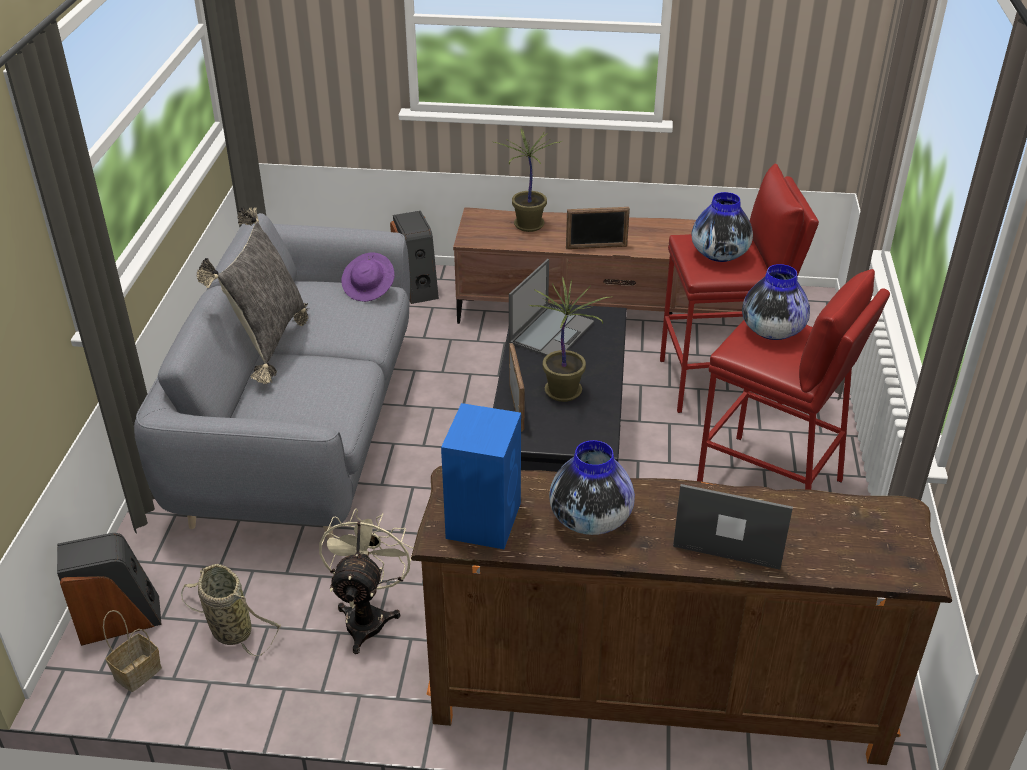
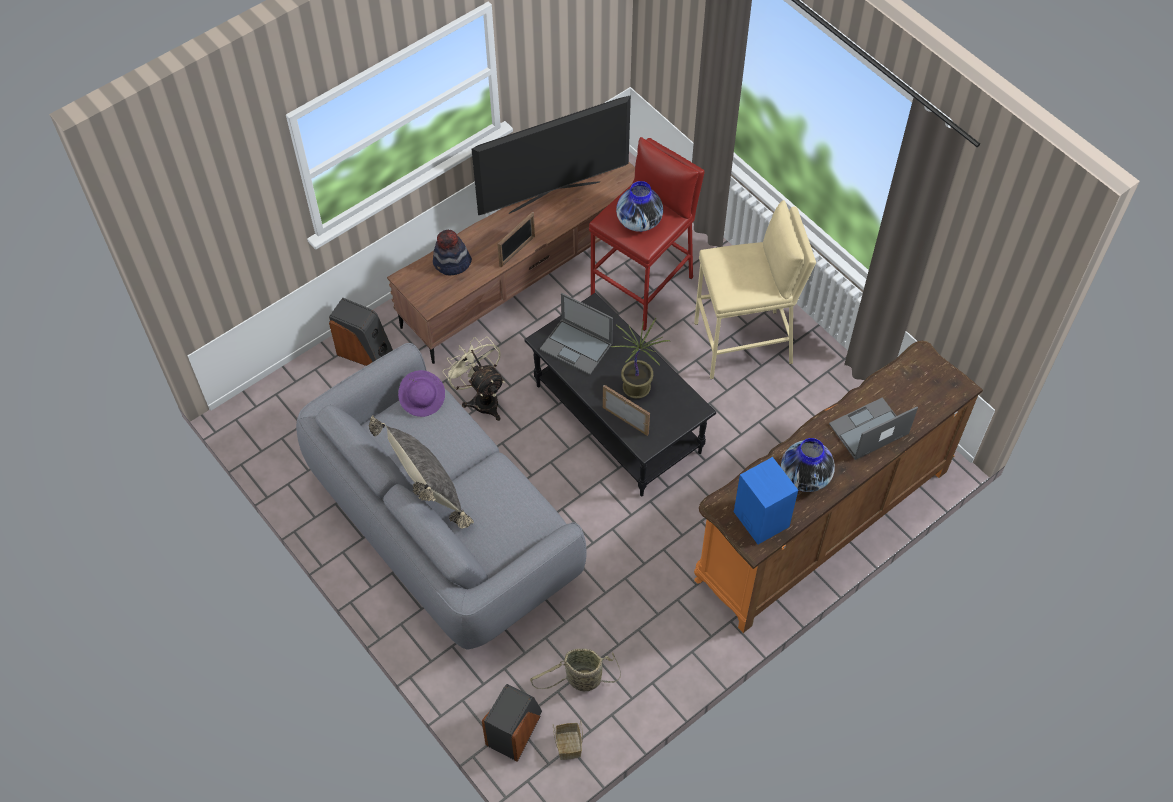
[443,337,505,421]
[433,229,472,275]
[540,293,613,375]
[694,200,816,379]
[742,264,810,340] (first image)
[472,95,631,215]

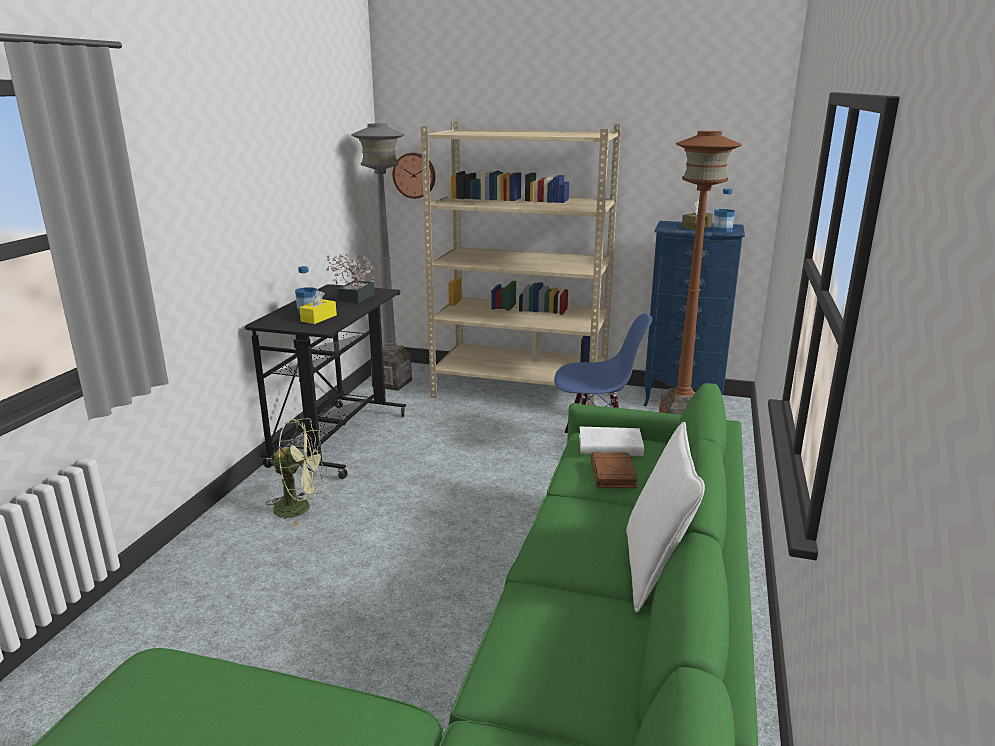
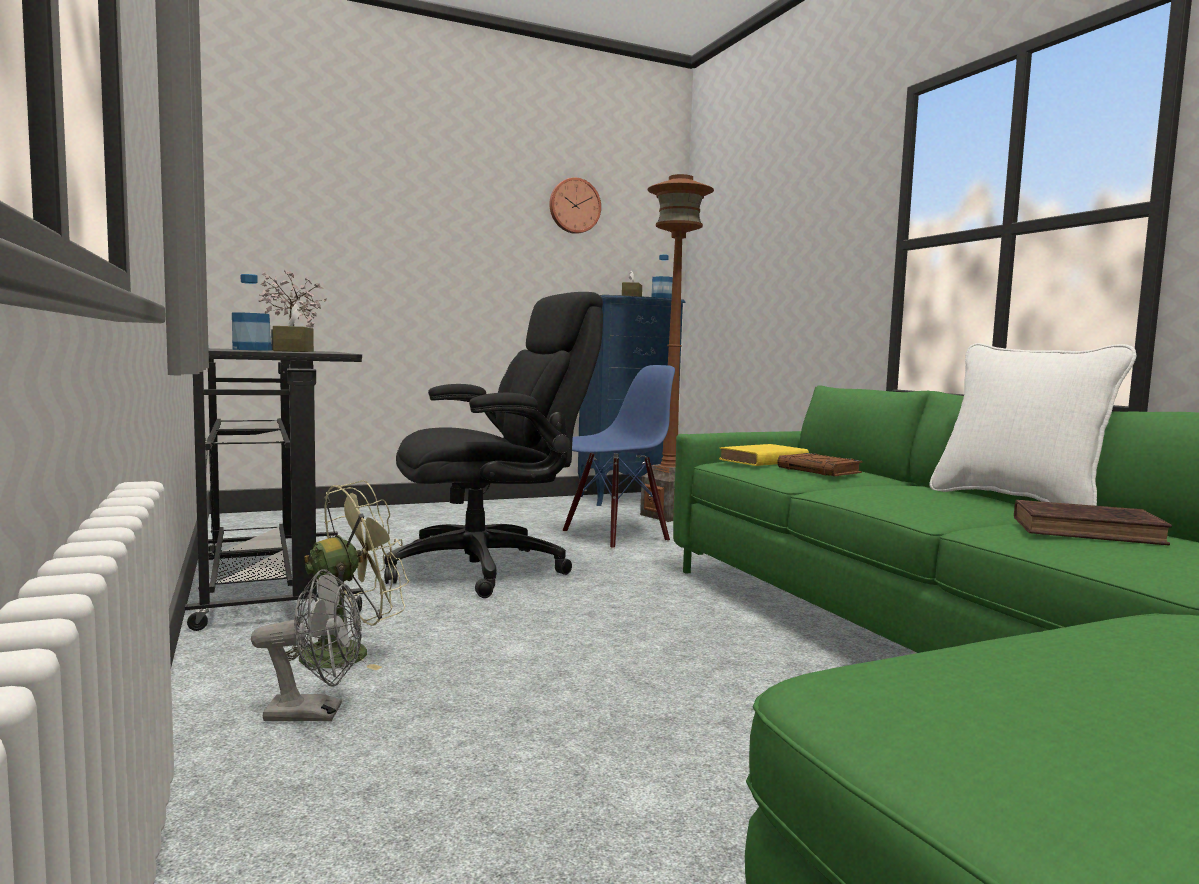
[273,303,314,352]
[351,123,412,391] (first image)
[549,177,601,234]
[421,122,621,406] (first image)
[719,444,809,466]
[251,569,362,721]
[384,292,603,598]
[1014,500,1172,545]

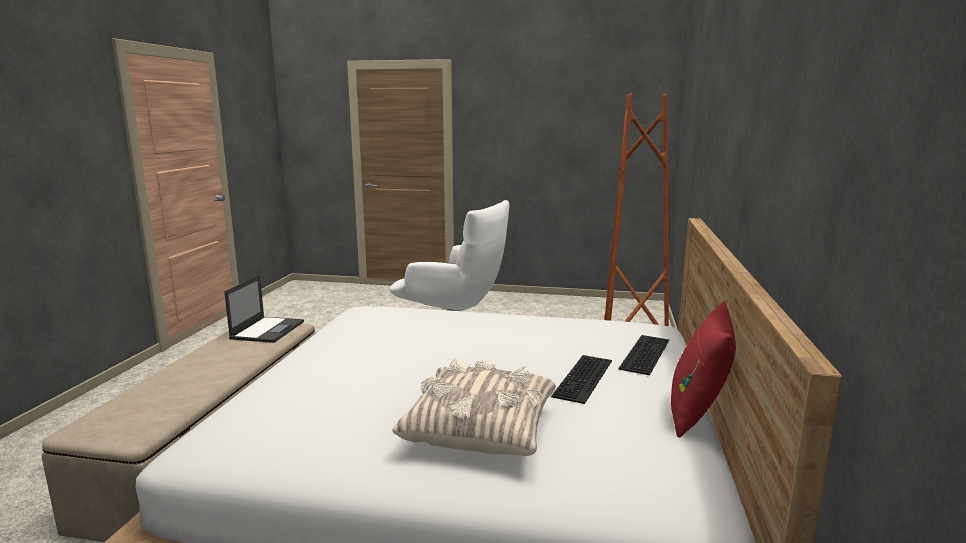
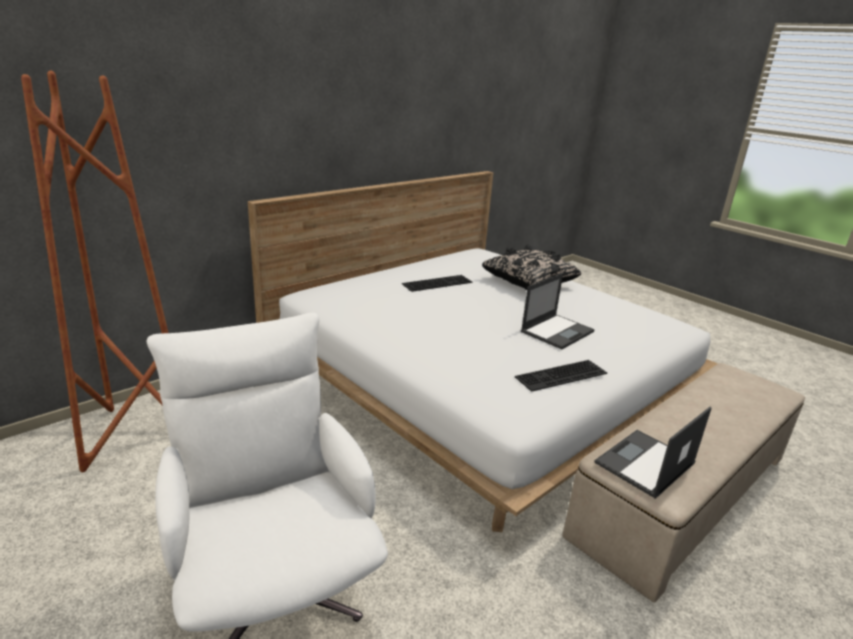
[482,243,581,290]
[515,360,607,392]
[671,300,736,438] (first image)
[521,273,595,349]

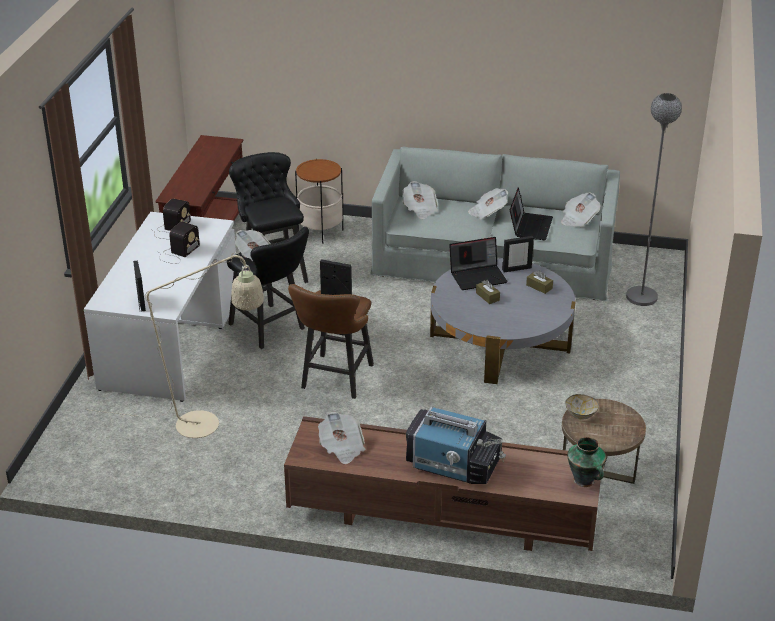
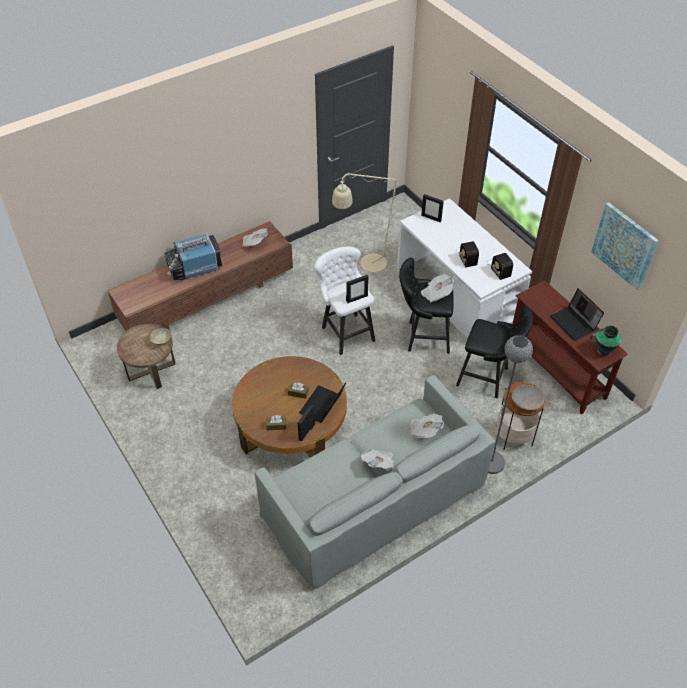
[314,247,375,355]
[232,356,347,458]
[550,288,604,341]
[561,193,601,227] (first image)
[590,325,622,356]
[488,335,533,474]
[512,385,544,411]
[591,202,659,290]

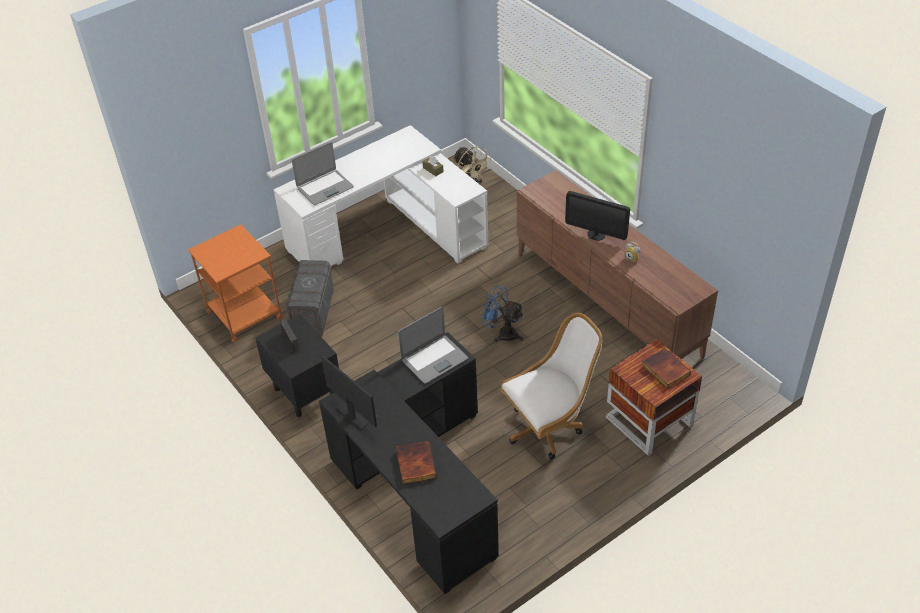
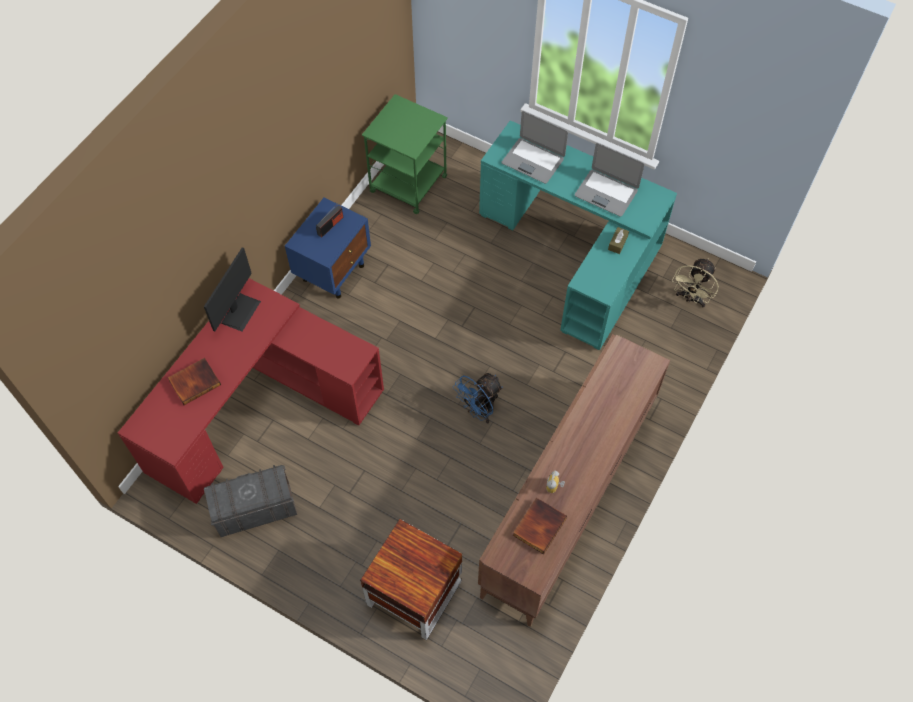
[362,94,448,214]
[285,198,371,299]
[479,120,677,350]
[204,465,297,537]
[118,278,384,504]
[575,143,645,217]
[453,373,503,423]
[501,313,602,459] (first image)
[565,191,630,241] (first image)
[513,498,567,554]

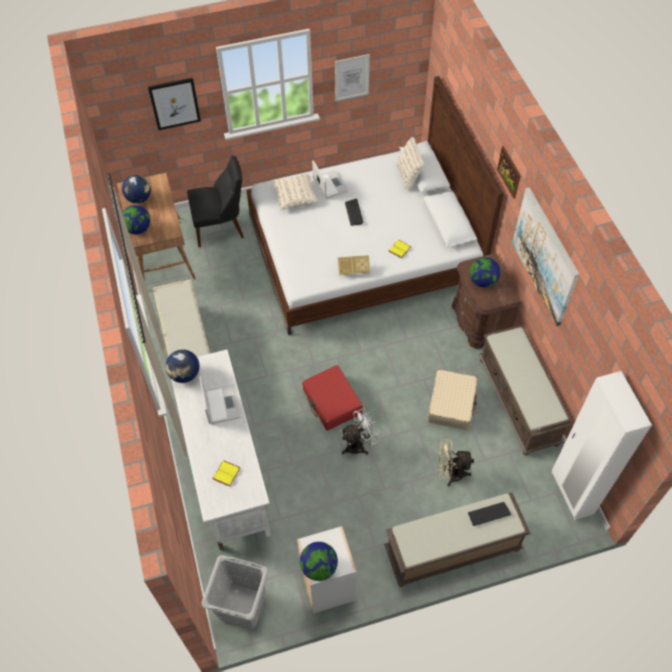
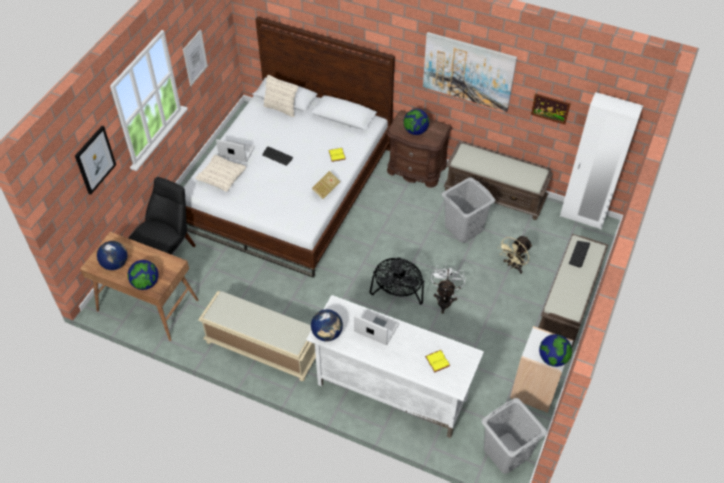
[370,257,425,305]
[442,177,496,243]
[531,93,571,125]

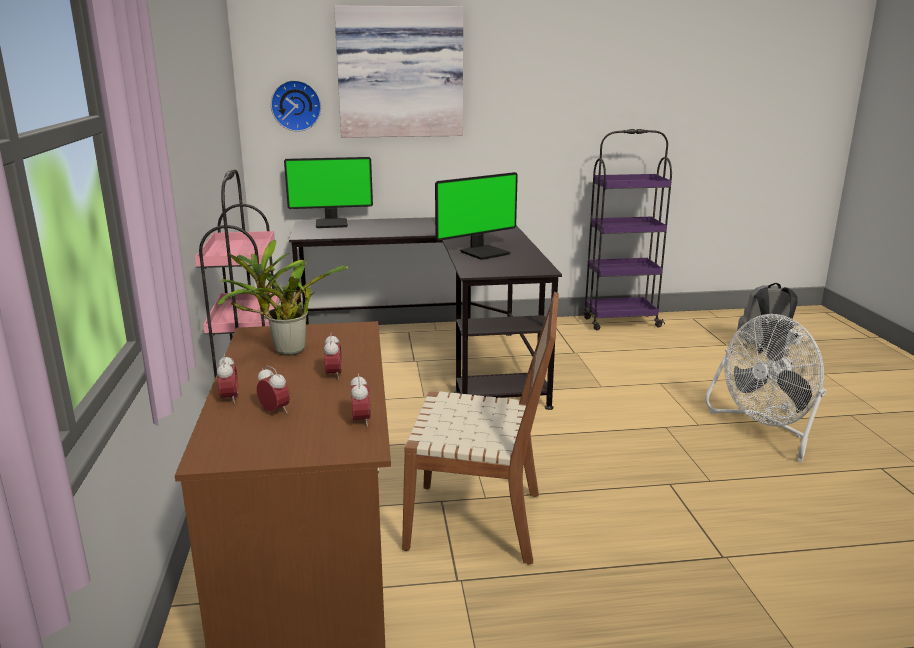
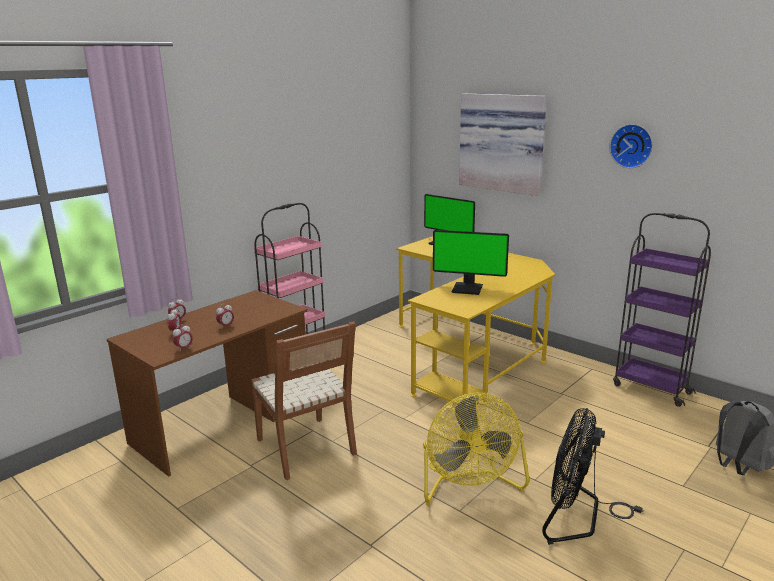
[218,239,348,356] (first image)
[609,124,653,168]
[396,236,555,405]
[542,408,644,545]
[423,393,529,506]

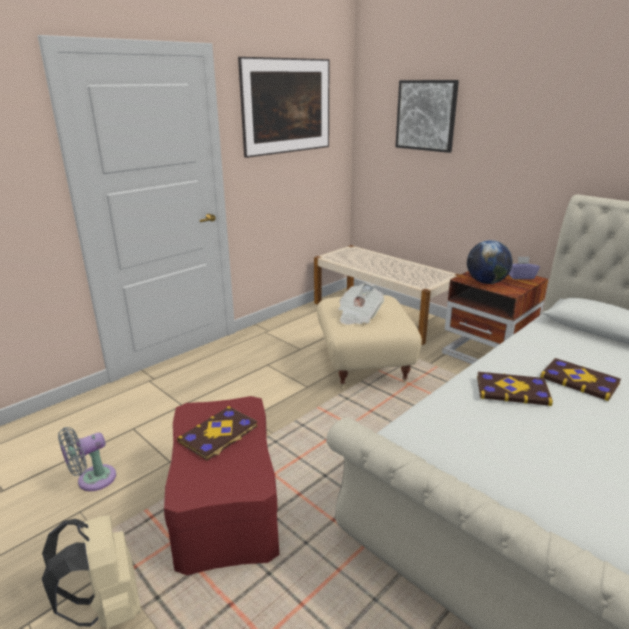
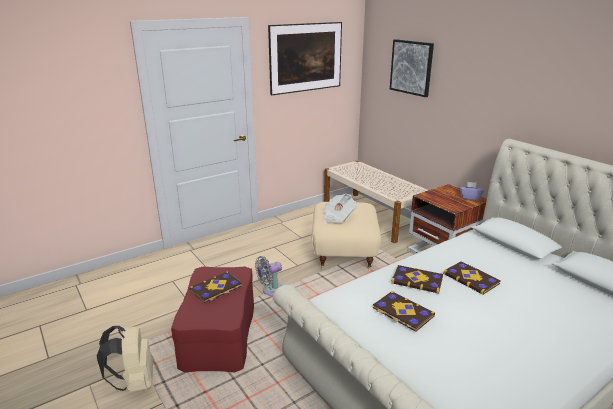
[255,256,283,296]
[467,240,513,284] (first image)
[373,291,435,332]

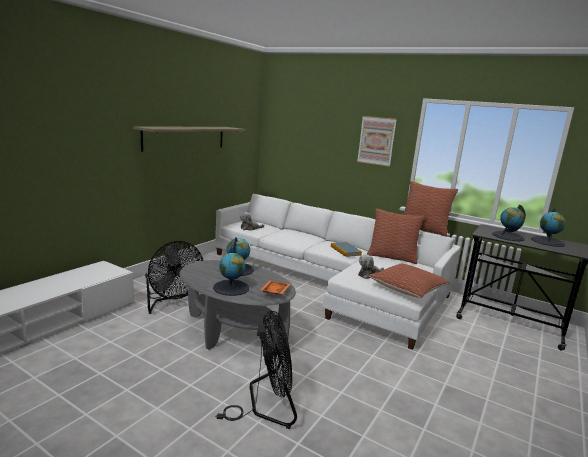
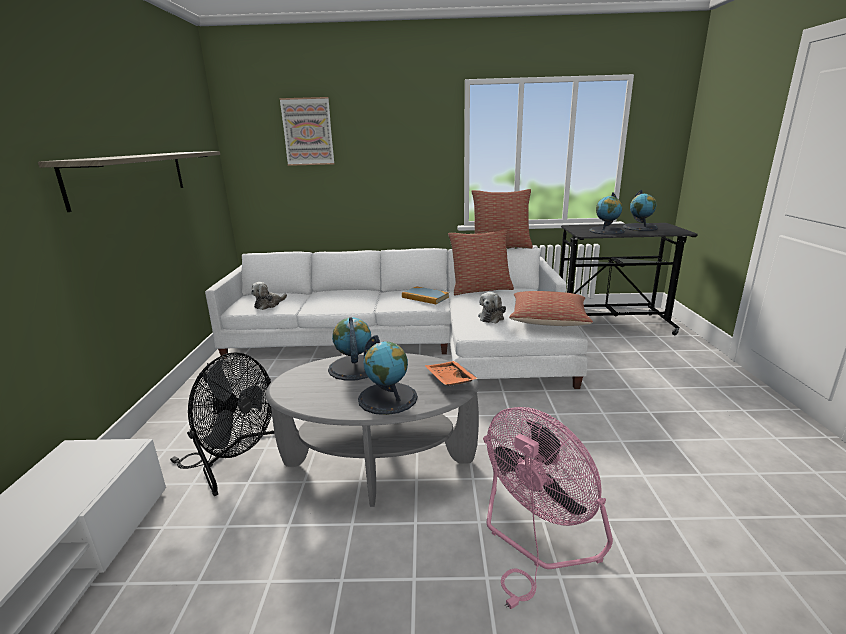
[483,407,613,609]
[279,97,334,166]

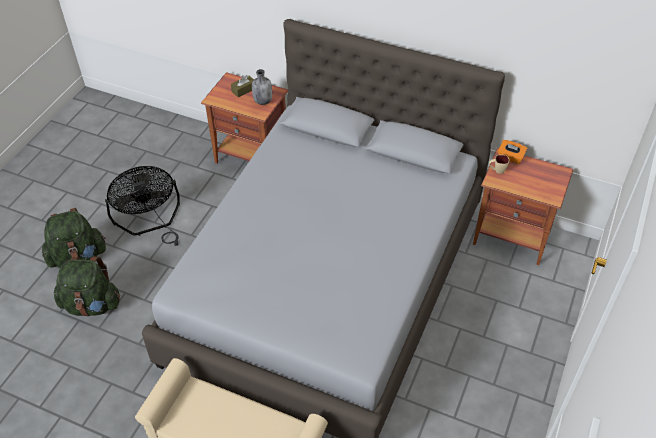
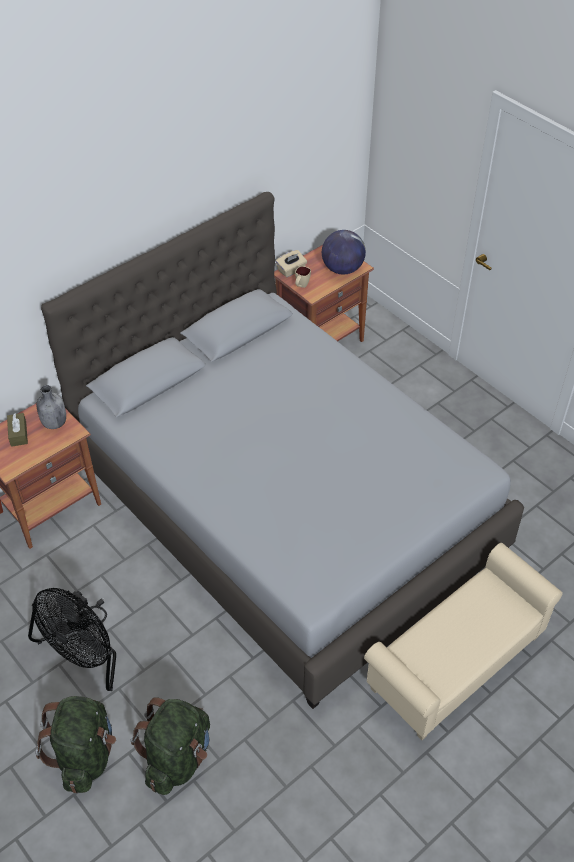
[28,588,116,691]
[276,250,307,277]
[322,230,366,274]

